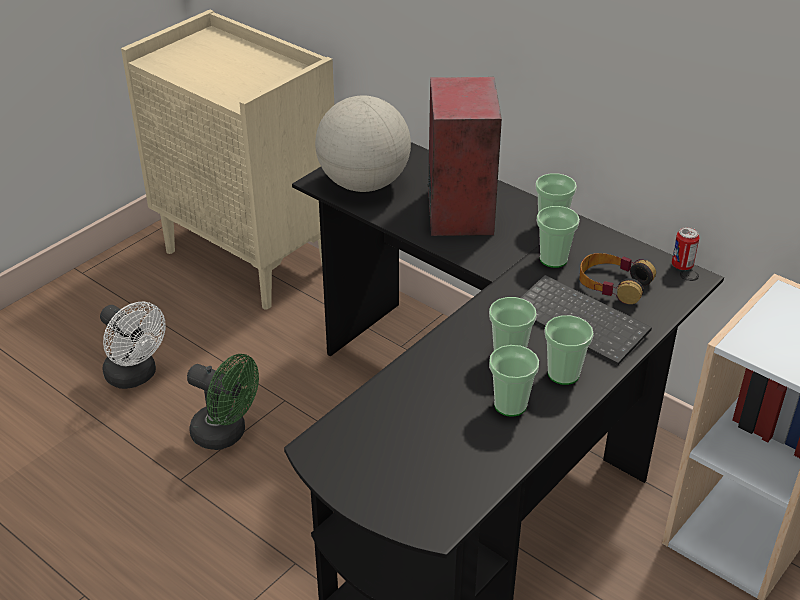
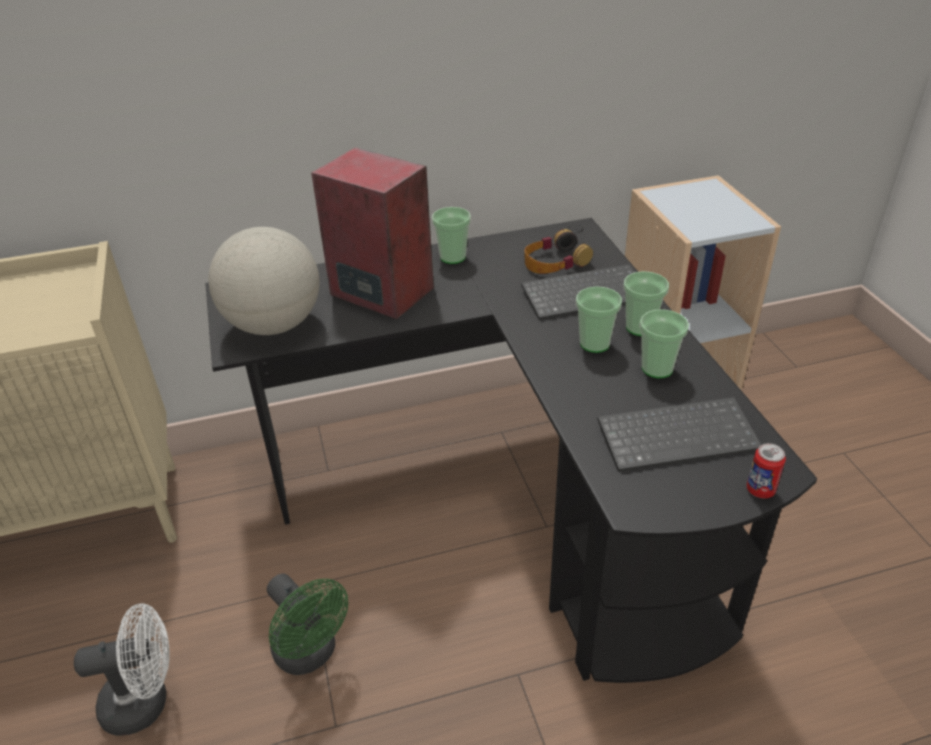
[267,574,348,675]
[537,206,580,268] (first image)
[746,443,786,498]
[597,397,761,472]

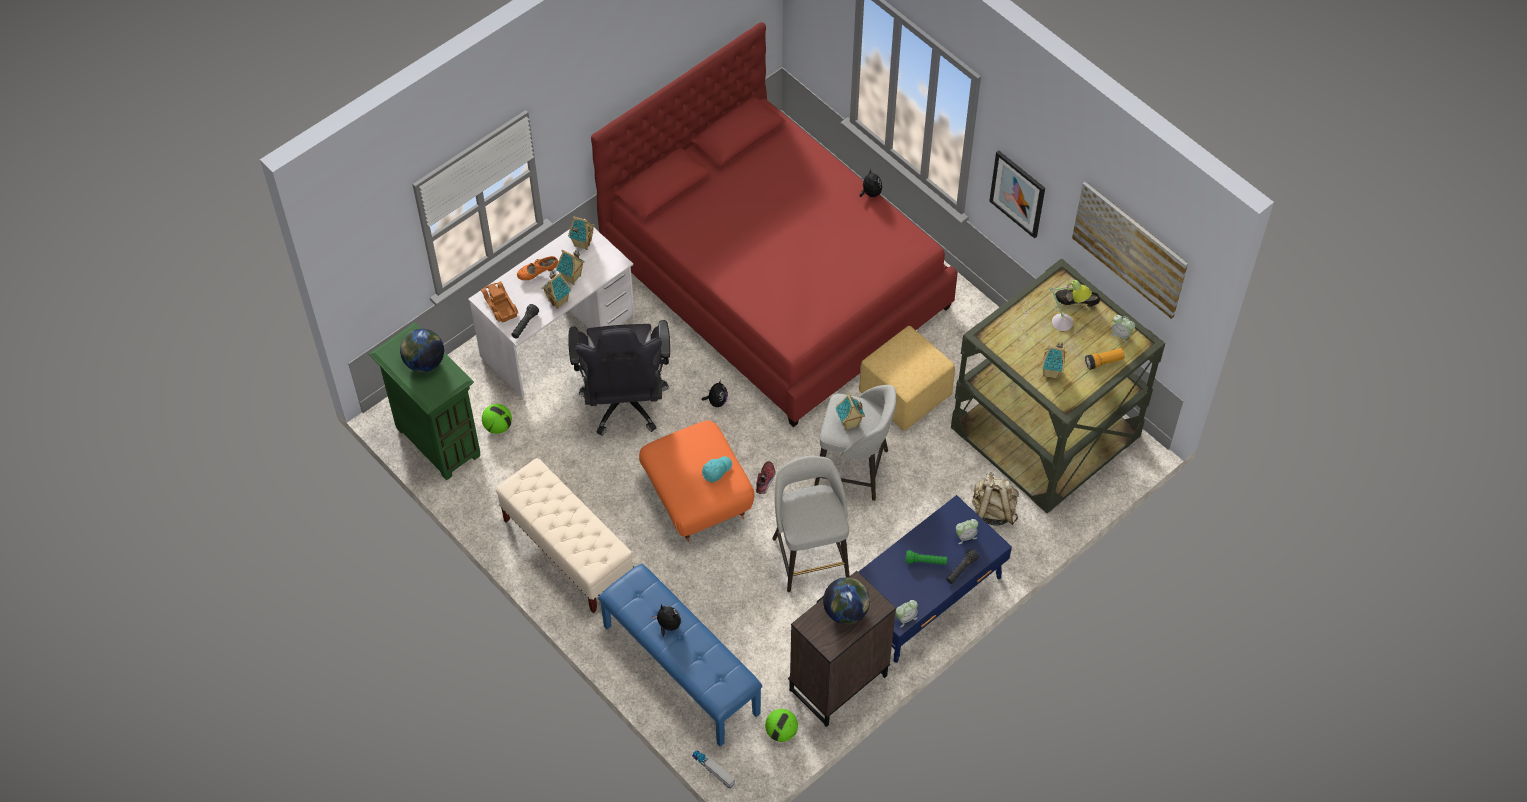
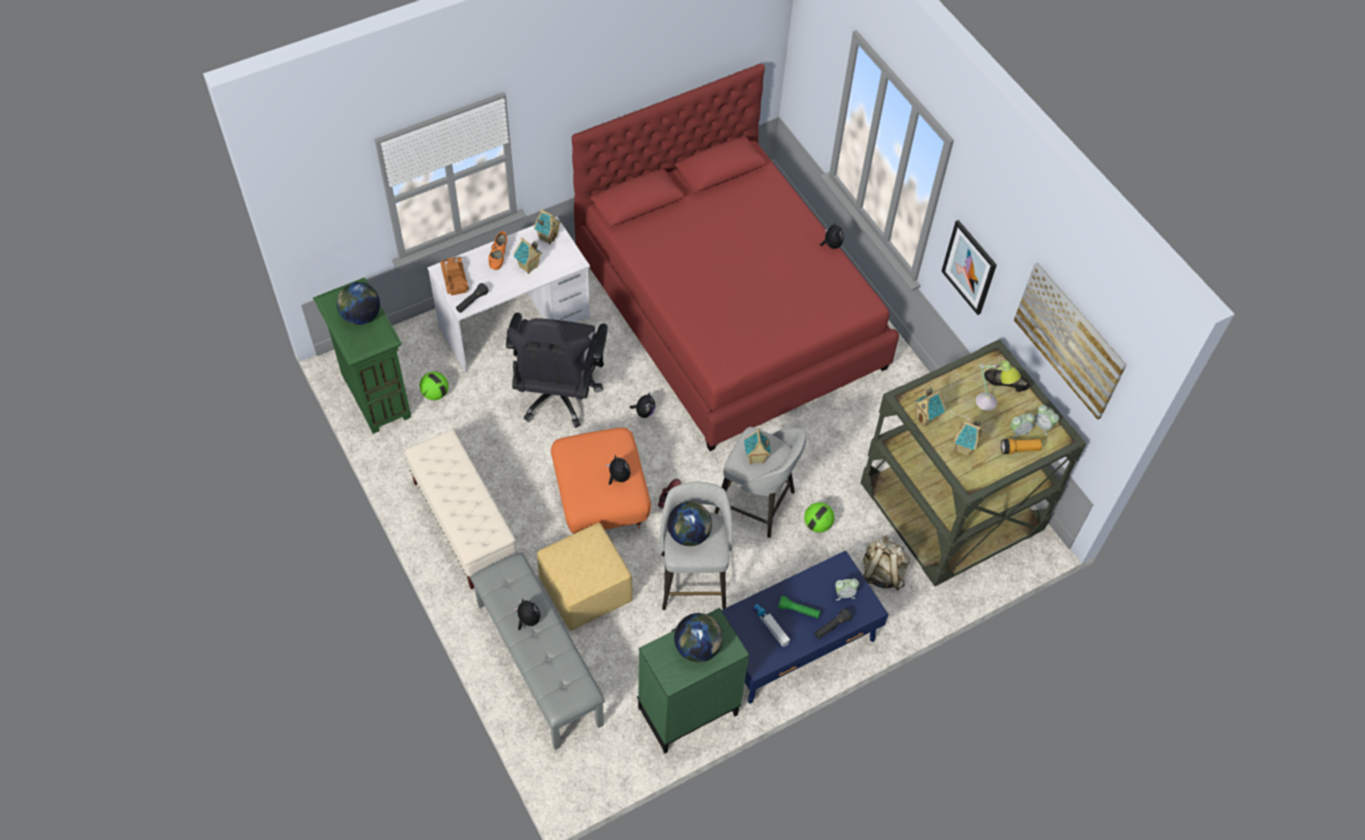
[488,231,507,270]
[914,387,946,427]
[470,553,605,750]
[752,604,790,648]
[606,454,630,485]
[804,502,834,533]
[637,608,750,754]
[537,523,633,631]
[1011,413,1035,439]
[667,502,712,546]

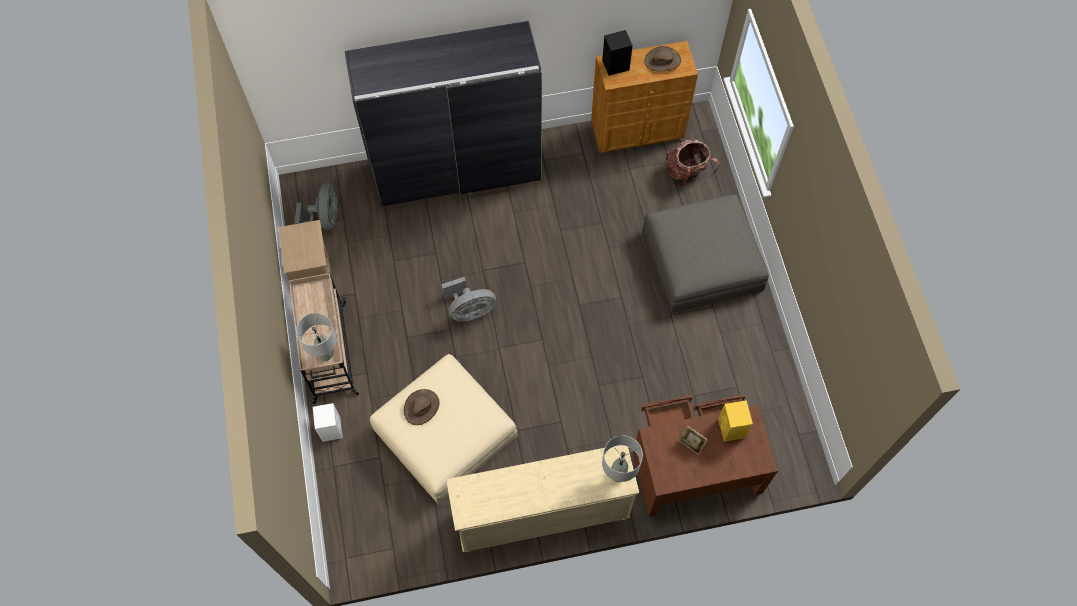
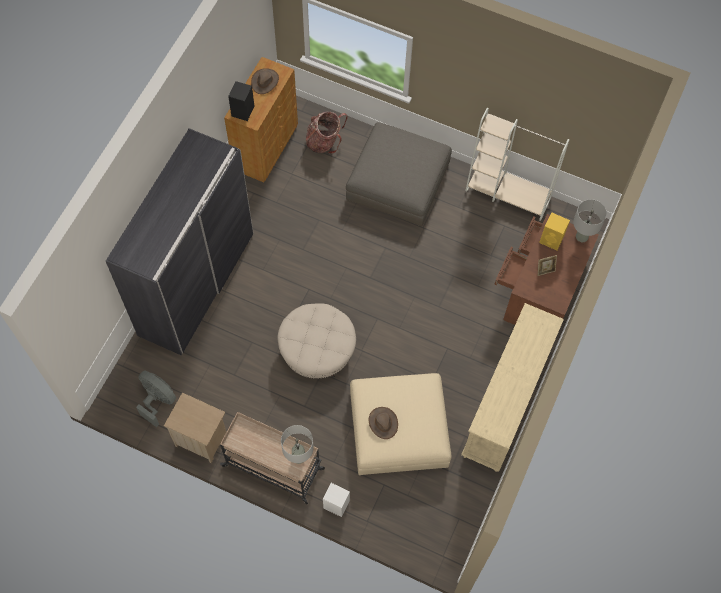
[277,303,356,379]
[573,199,607,242]
[465,108,569,221]

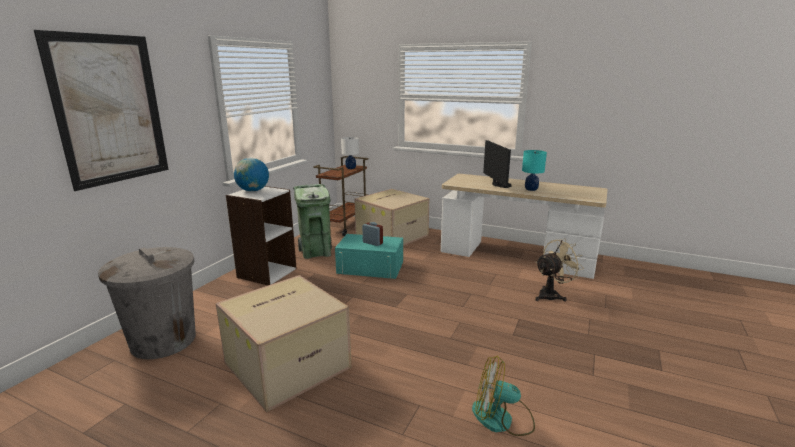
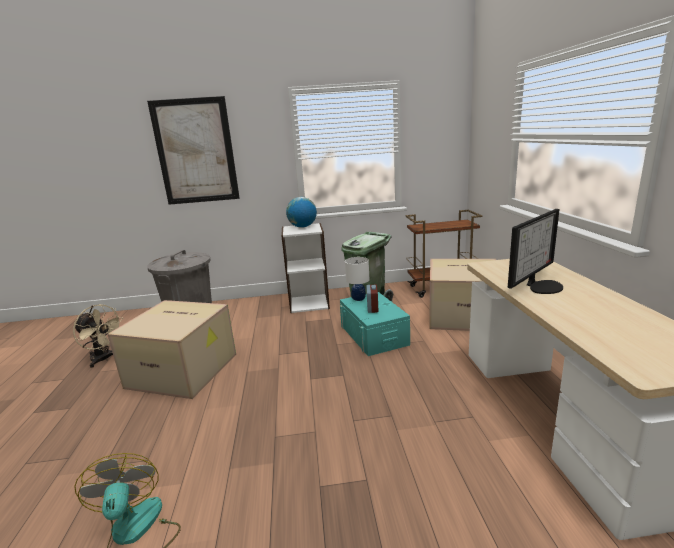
[345,257,369,301]
[522,150,547,191] (first image)
[73,304,122,368]

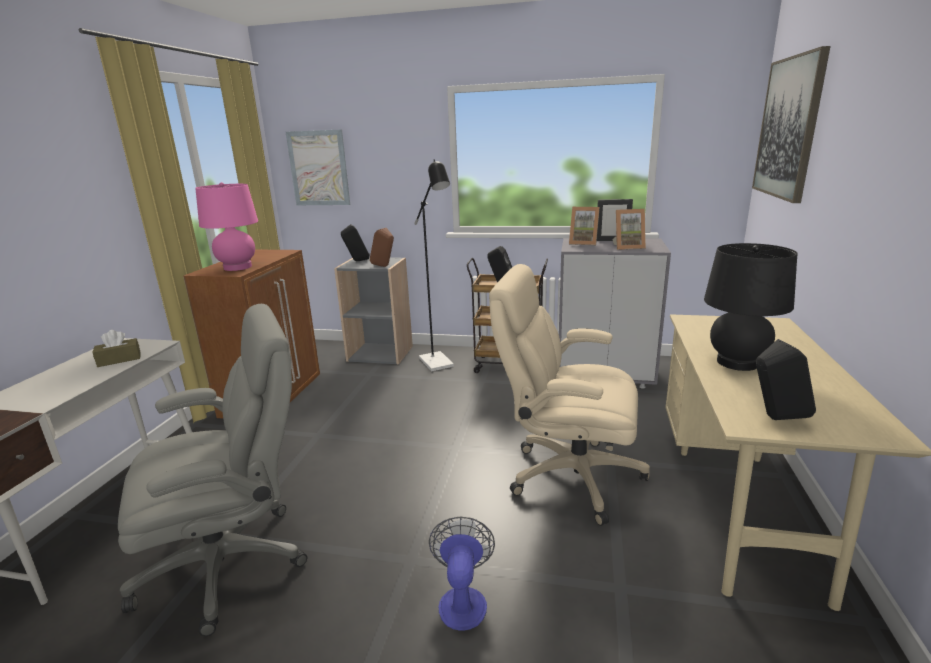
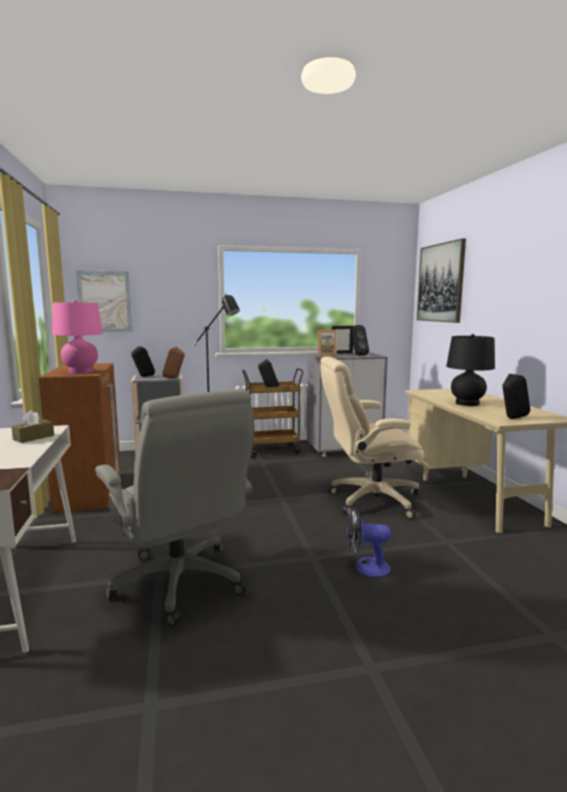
[95,390,255,626]
[347,508,391,577]
[351,325,369,356]

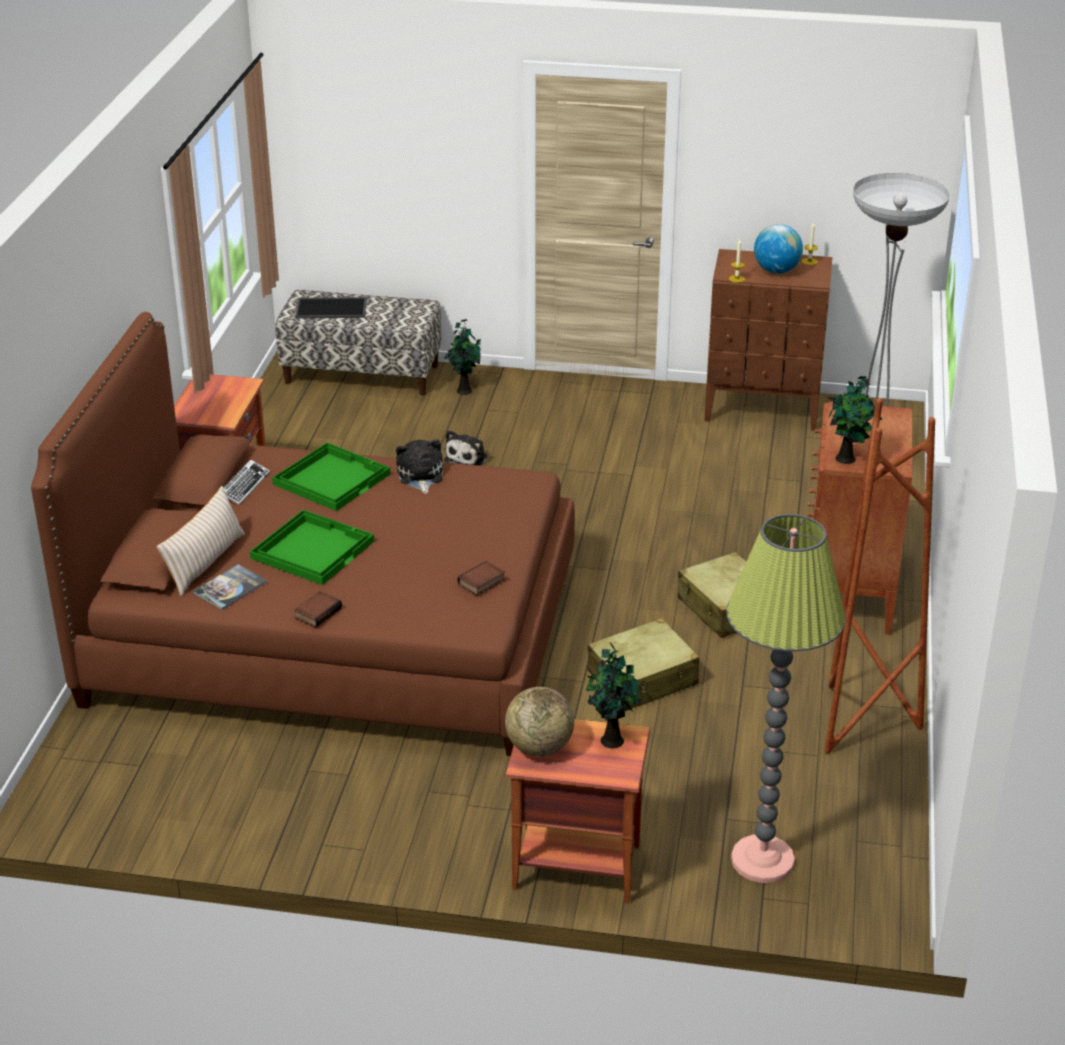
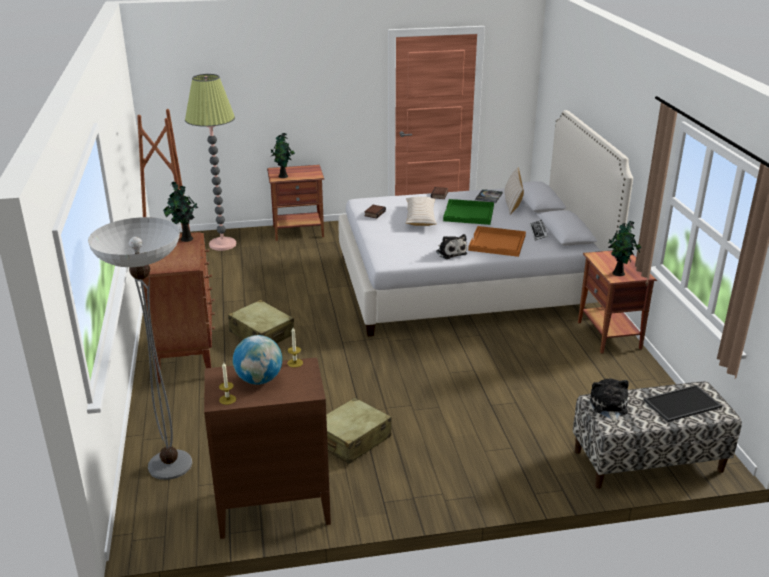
[338,110,633,336]
[468,226,526,257]
[608,221,641,276]
[590,378,629,423]
[505,687,574,757] (first image)
[326,397,391,464]
[405,197,437,226]

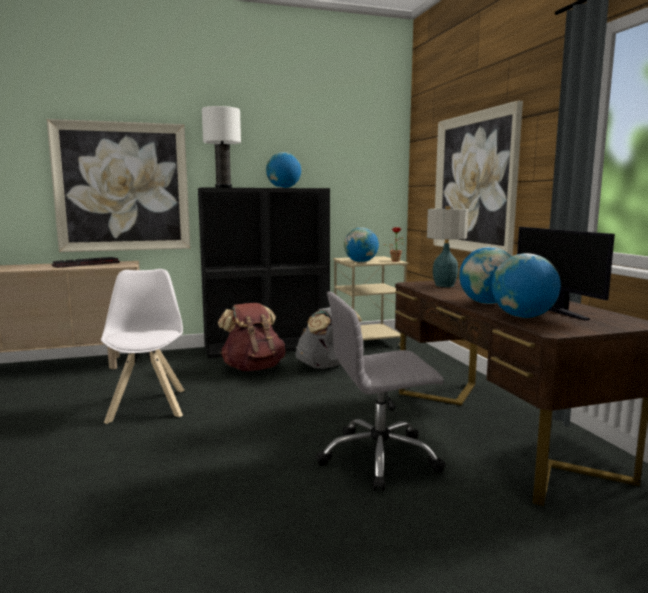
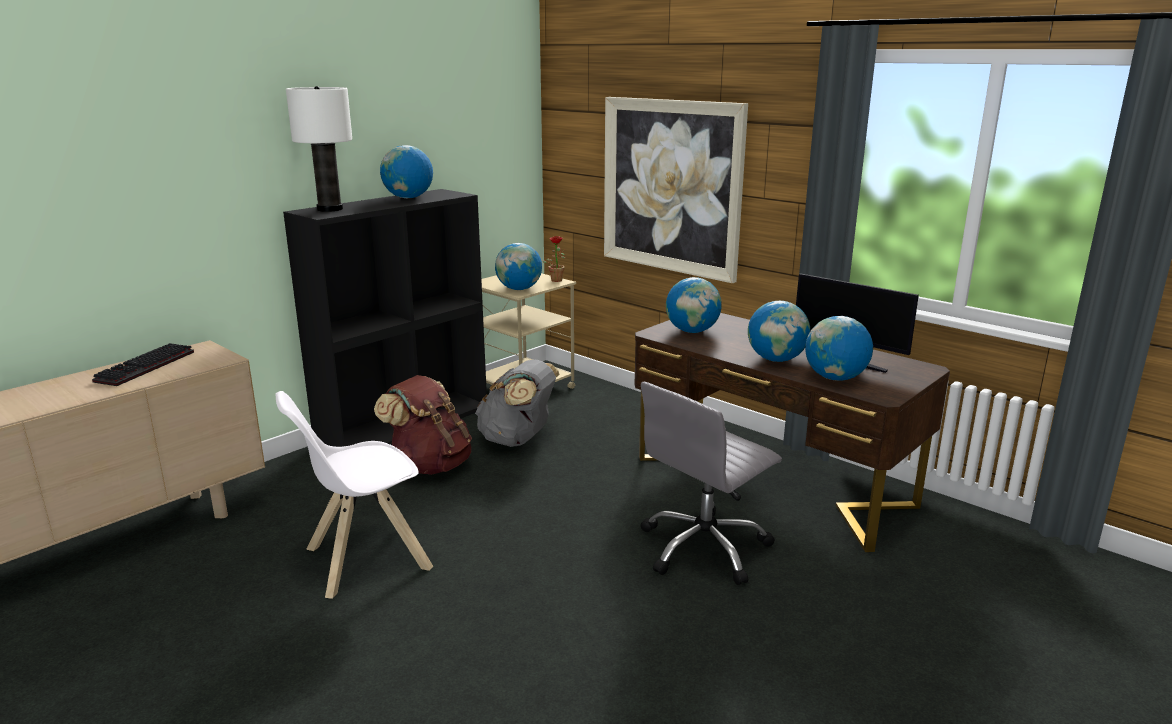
[47,119,190,252] (first image)
[276,391,433,599]
[666,277,722,333]

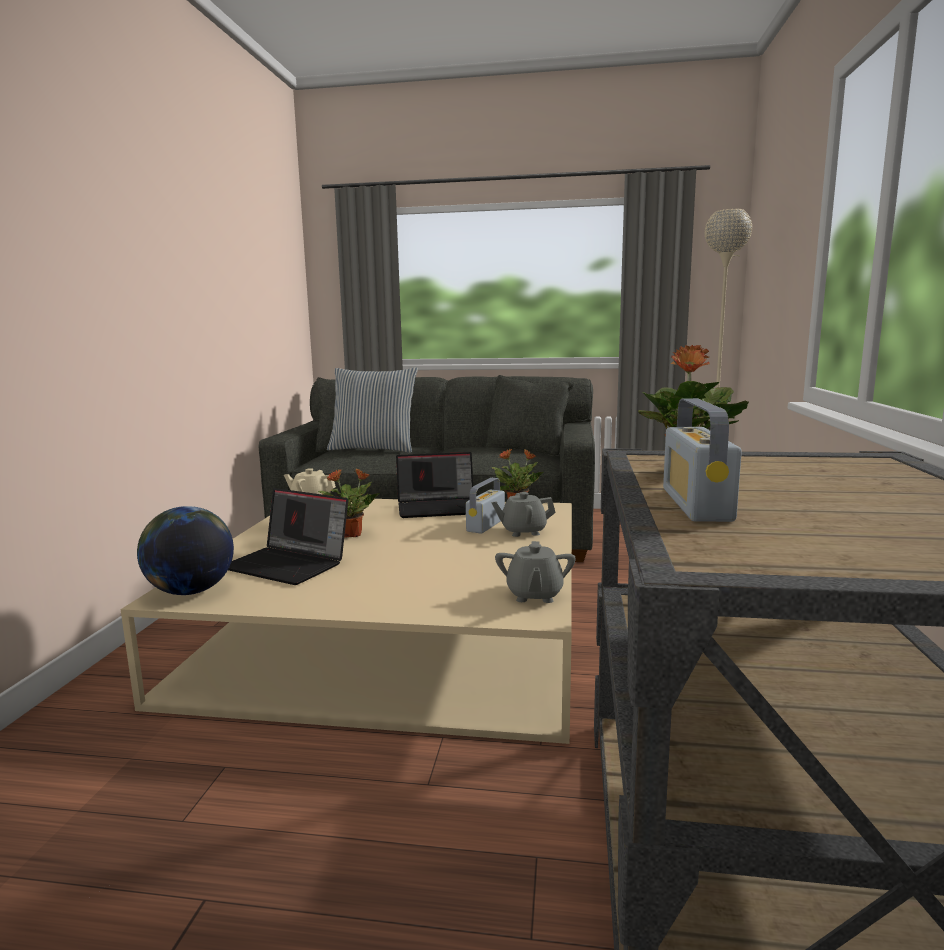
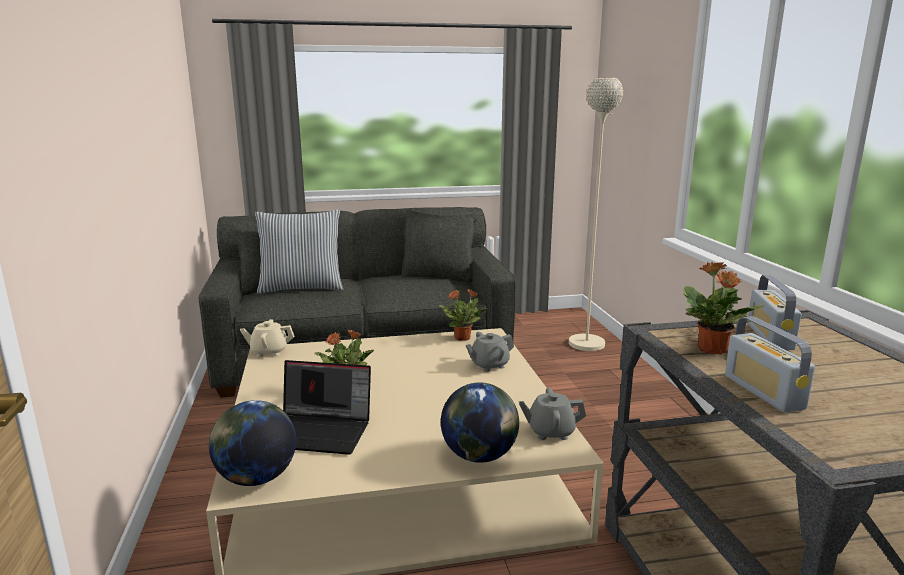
[396,452,473,518] (first image)
[747,275,802,350]
[519,388,586,440]
[441,383,519,463]

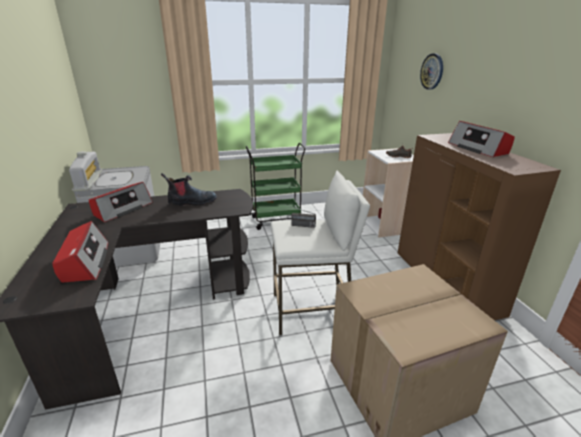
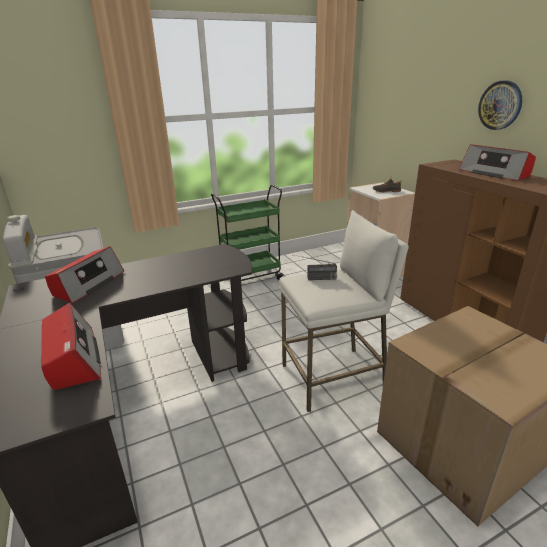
[161,173,217,206] (first image)
[478,81,522,130]

